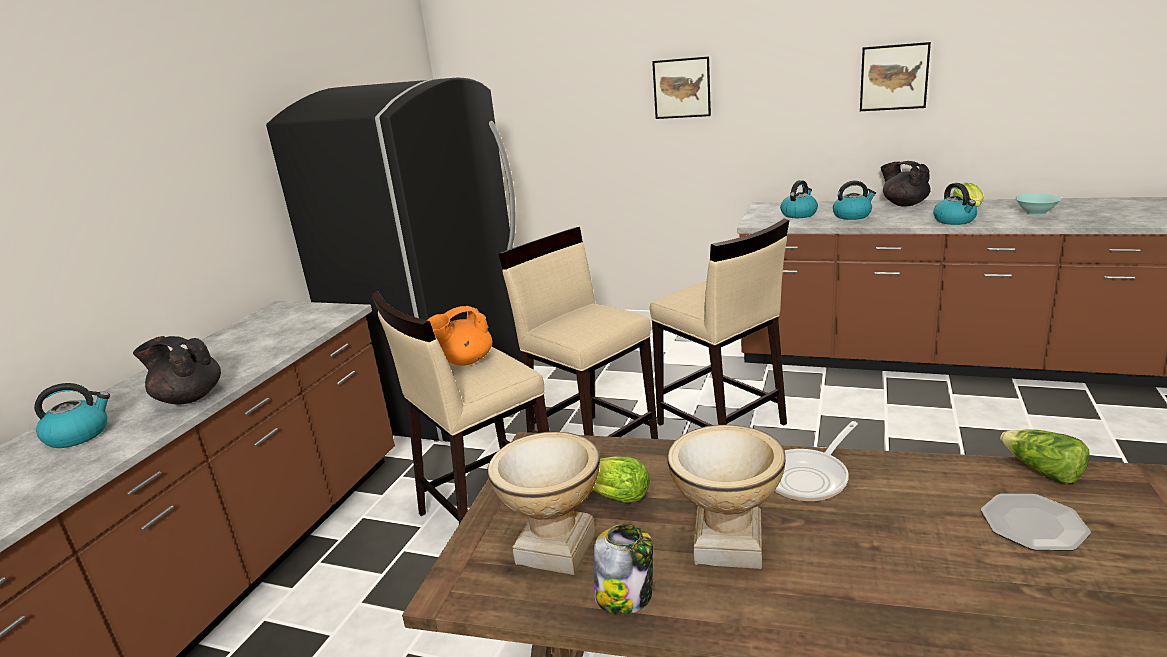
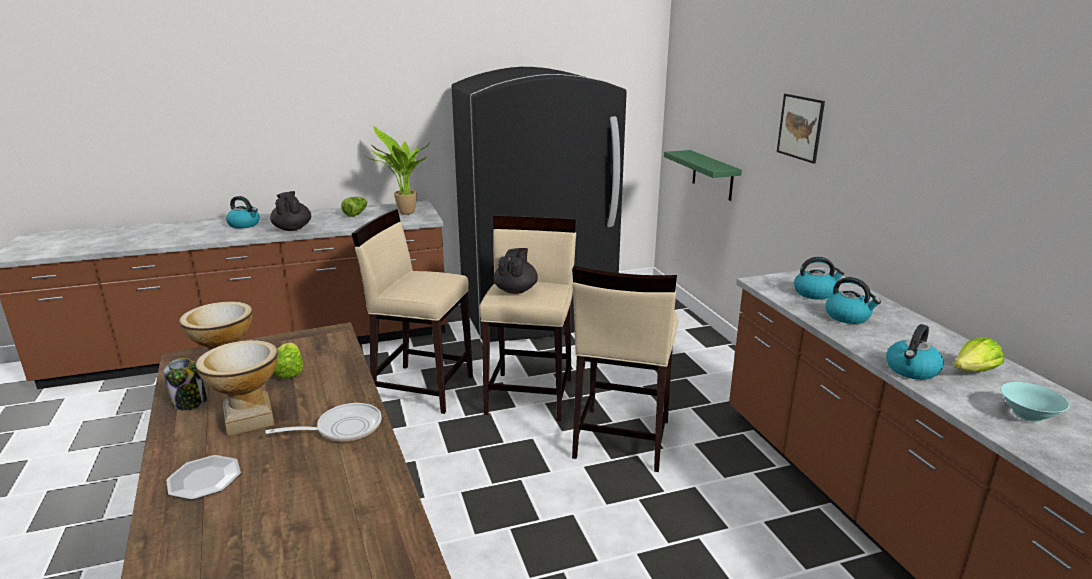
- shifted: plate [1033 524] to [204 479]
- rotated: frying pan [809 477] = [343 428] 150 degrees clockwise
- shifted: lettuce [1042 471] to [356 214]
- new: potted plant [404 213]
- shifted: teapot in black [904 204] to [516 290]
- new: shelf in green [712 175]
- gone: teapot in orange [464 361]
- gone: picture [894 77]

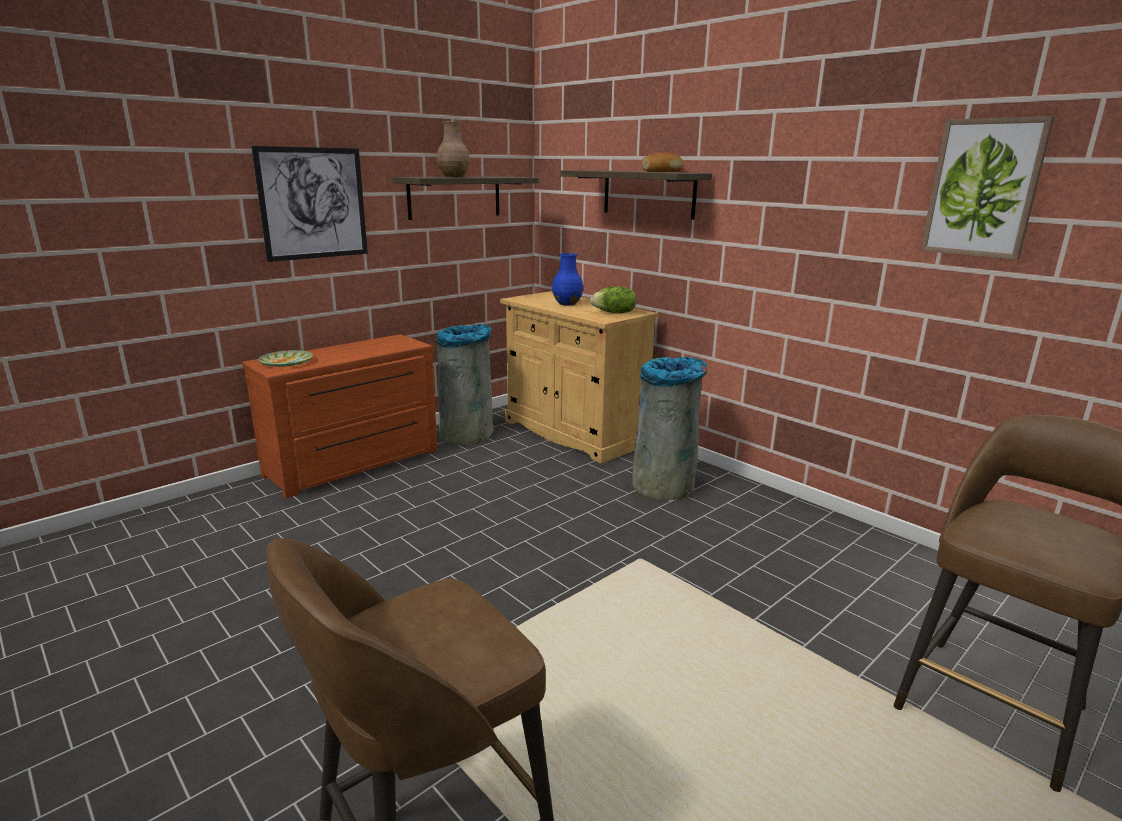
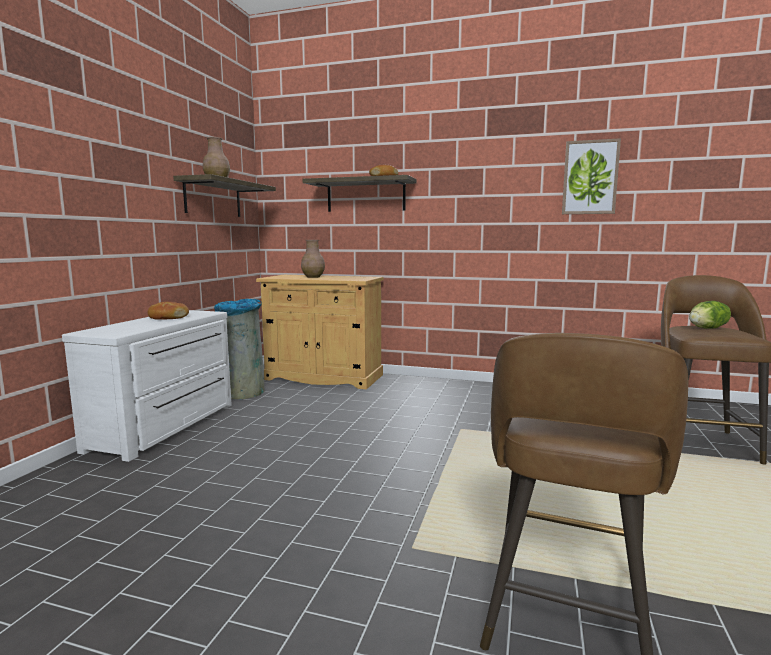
- repainted: dresser in brown [355 464] to dresser in white [167 426]
- new: bread [168 317]
- repainted: vase in blue [567 304] to vase in brown [313 277]
- shifted: lettuce [614 313] to [708 328]
- gone: picture [313 203]
- gone: plate [286 362]
- gone: trash can in grey [664 484]

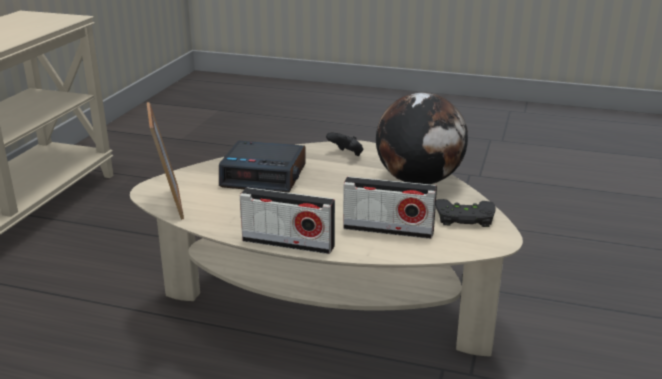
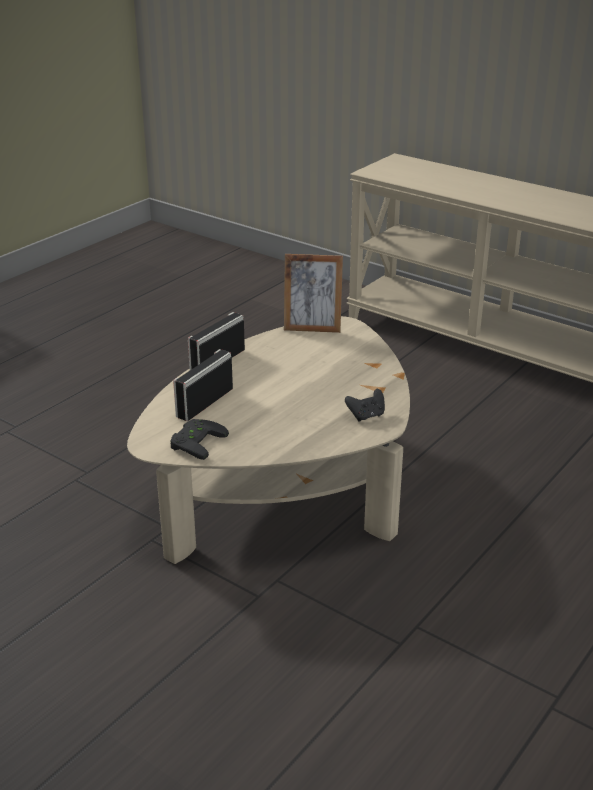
- gone: alarm clock [265 175]
- gone: globe [419 181]

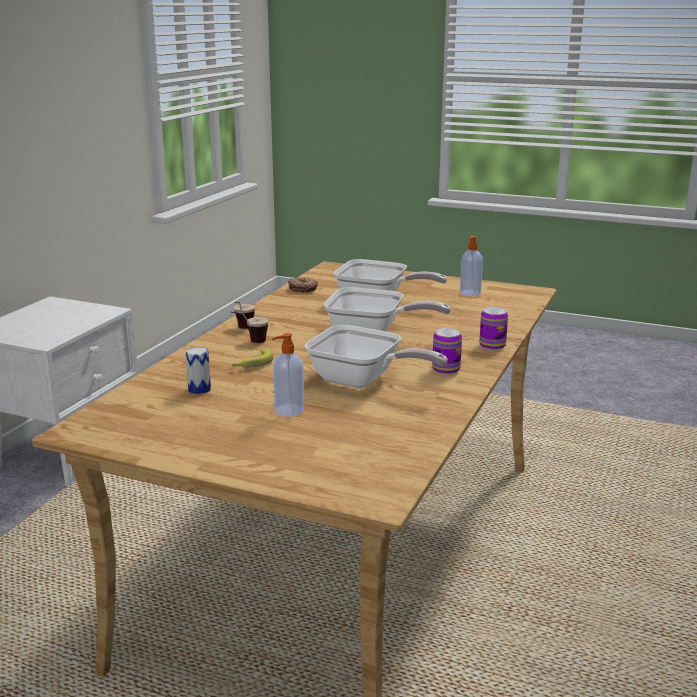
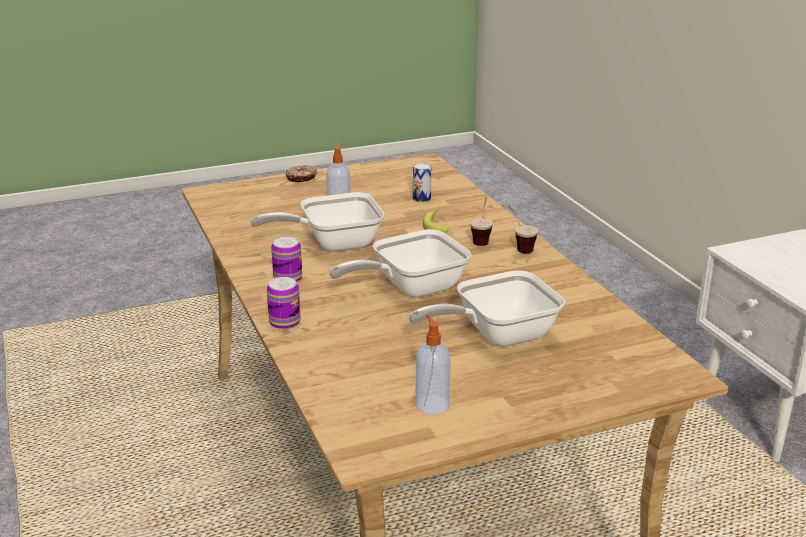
- shifted: donut [302 289] to [301 178]

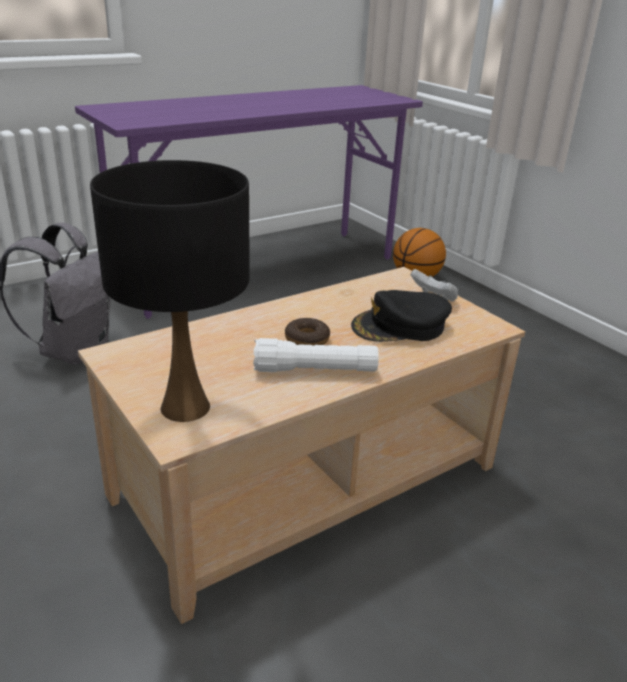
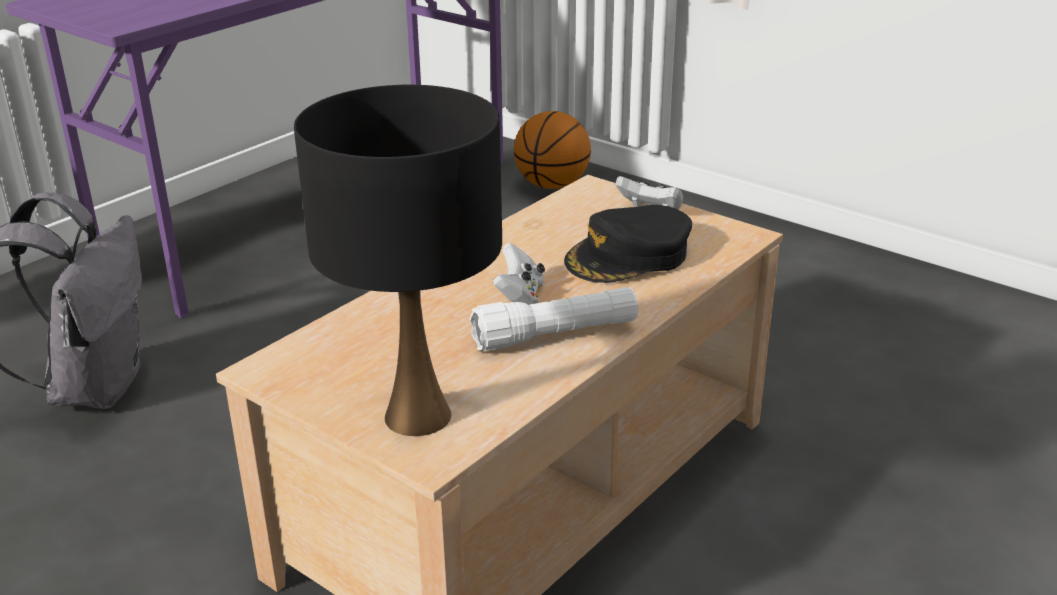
- swapped: donut [307 339] to game controller in white [520 297]

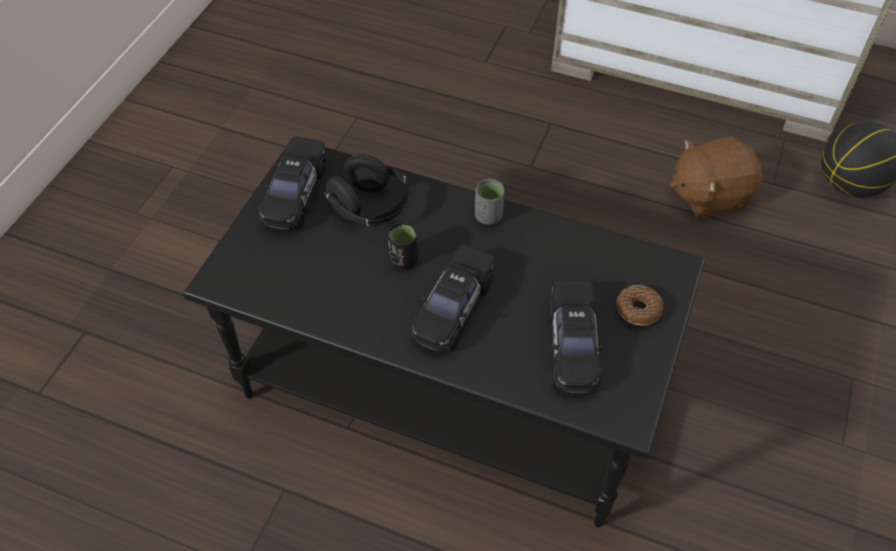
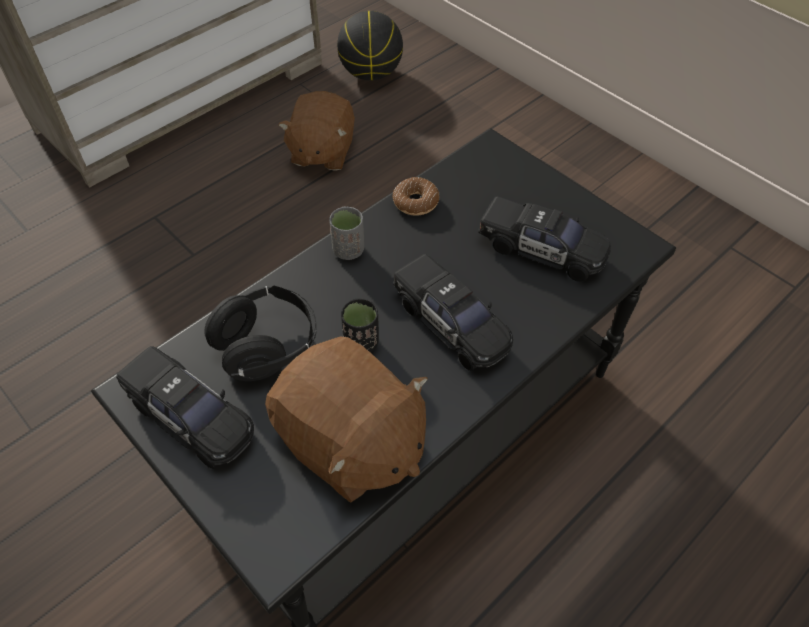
- new: plush toy in brown [350 443]
- shifted: donut [638 310] to [416 202]

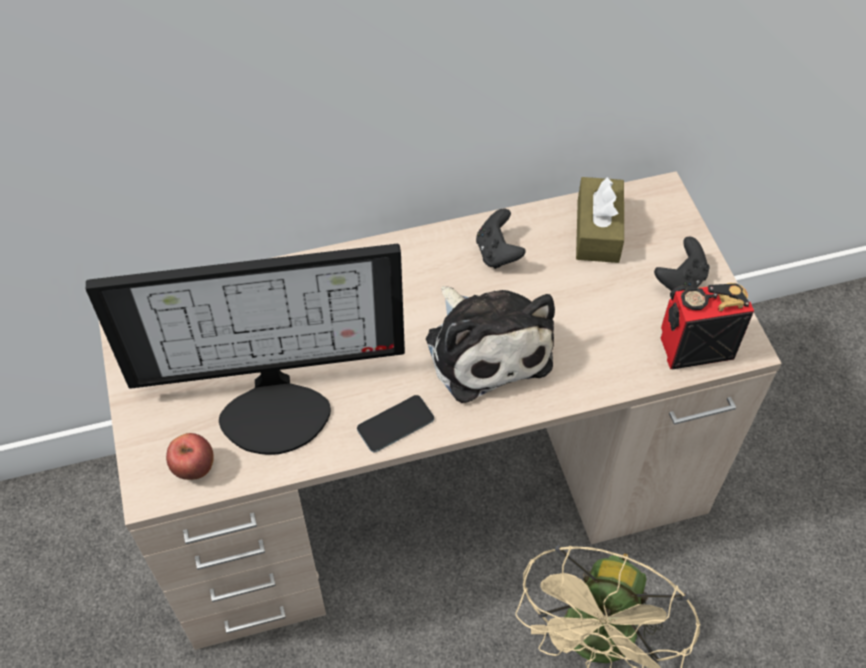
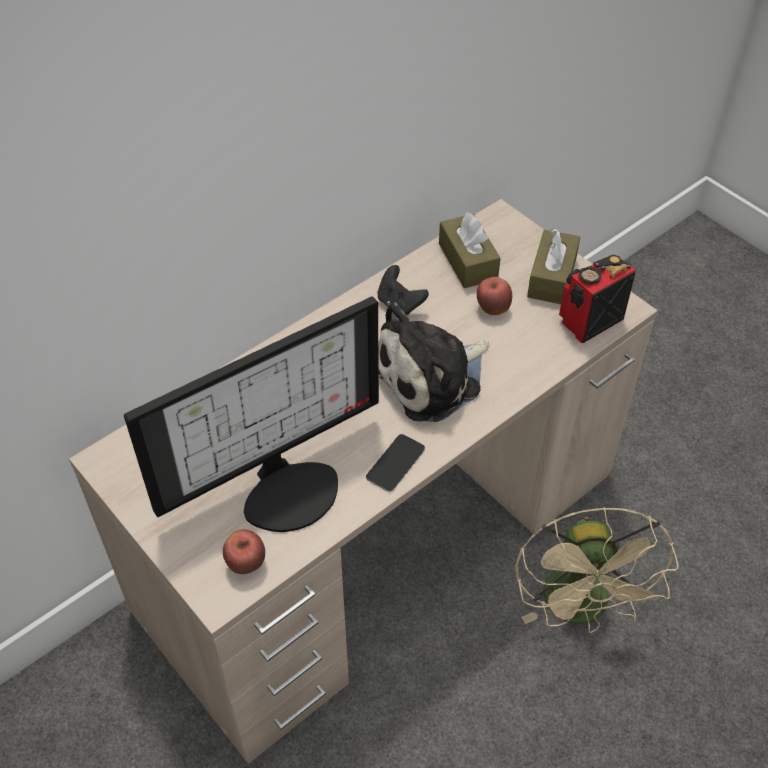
- rotated: plush toy [486 347] = [432 378] 105 degrees clockwise
- new: apple [492 309]
- swapped: game controller in black [680 281] to tissue box in brown [552 277]

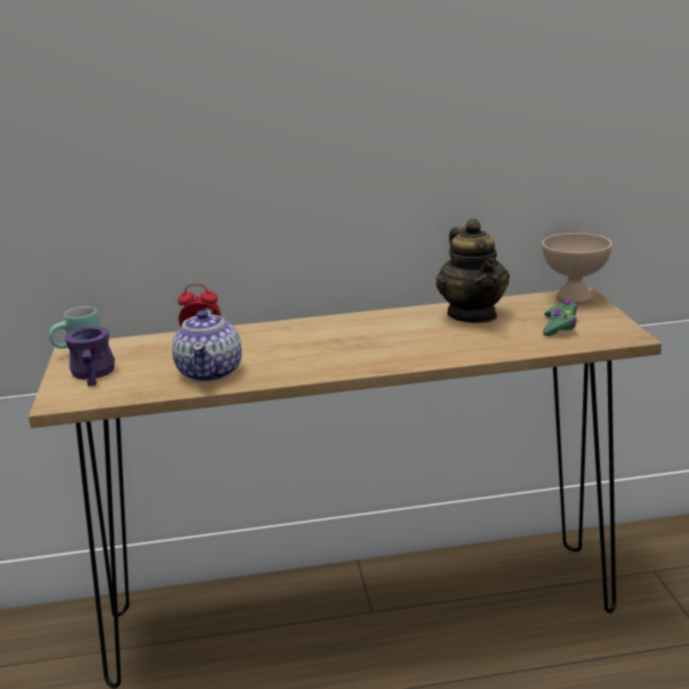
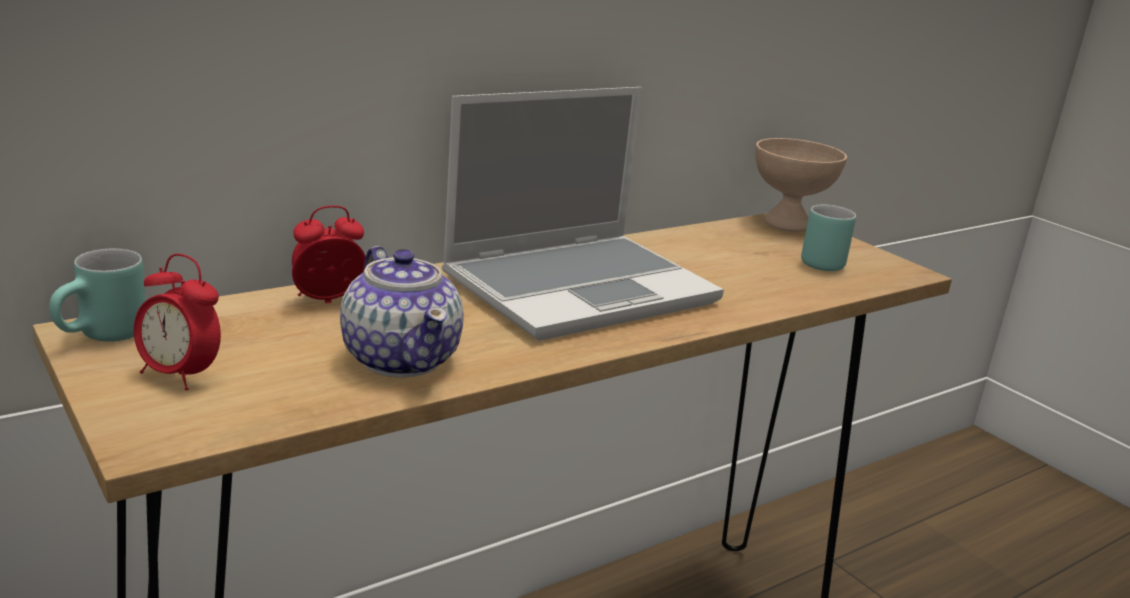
- swapped: mug in purple [96 373] to alarm clock [179 376]
- new: laptop [581 288]
- swapped: game controller in green [560 326] to mug in turquoise [817 261]
- gone: teapot [473 315]

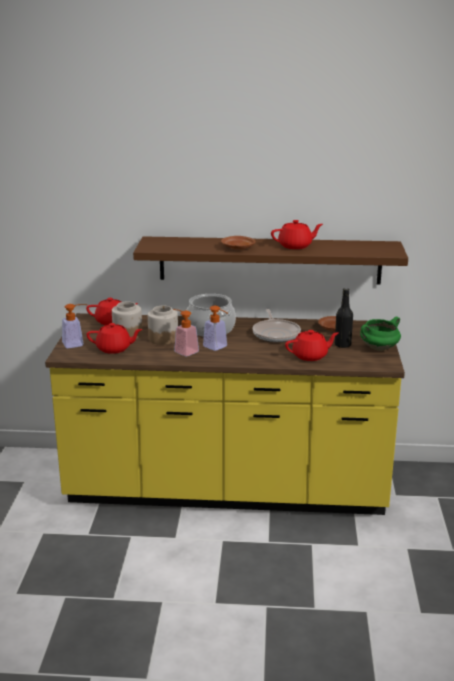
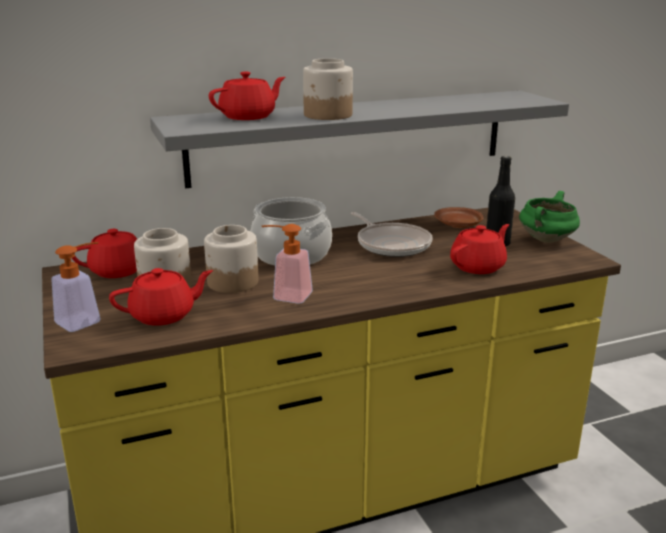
- repainted: shelf in brown [270 260] to shelf in grey [351 136]
- shifted: teapot in red [295 246] to [249 117]
- swapped: plate in brown [238 248] to jar [328 115]
- gone: soap dispenser [218 348]

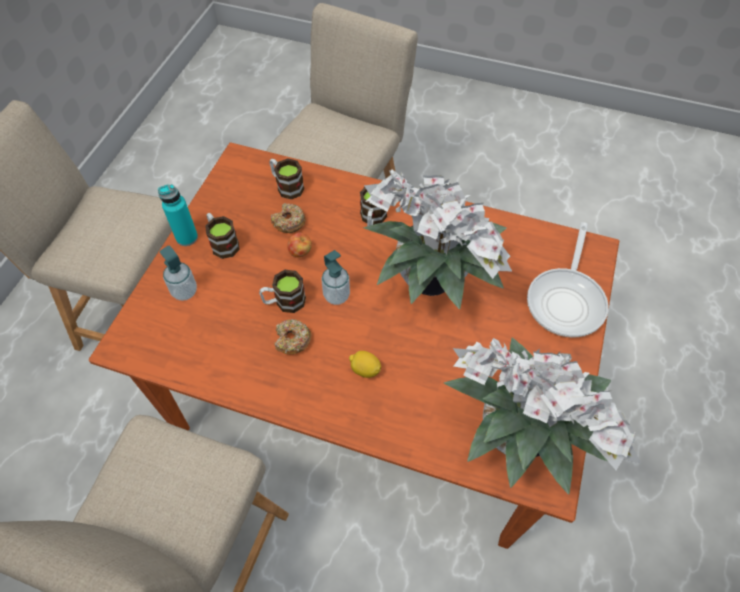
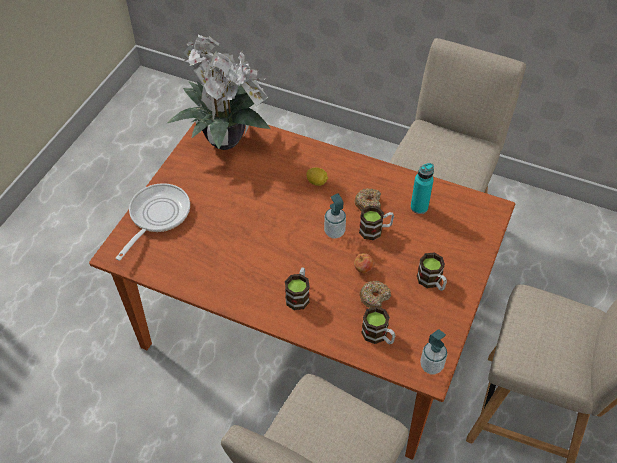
- shifted: bottle in turquoise [187 237] to [419 207]
- shifted: soap dispenser [184 291] to [431 366]
- gone: potted plant [433 286]

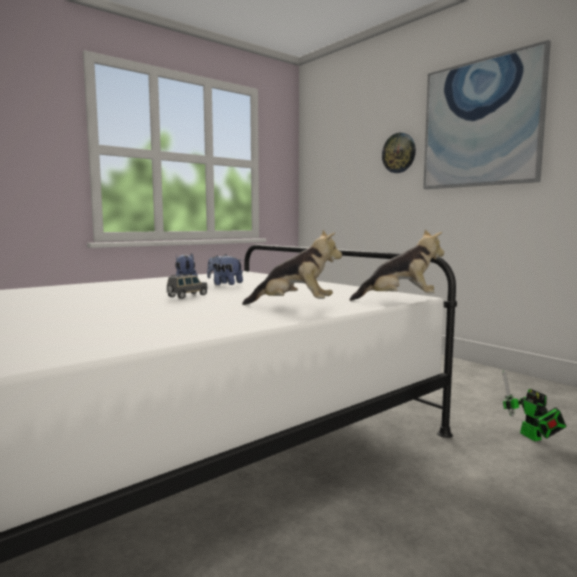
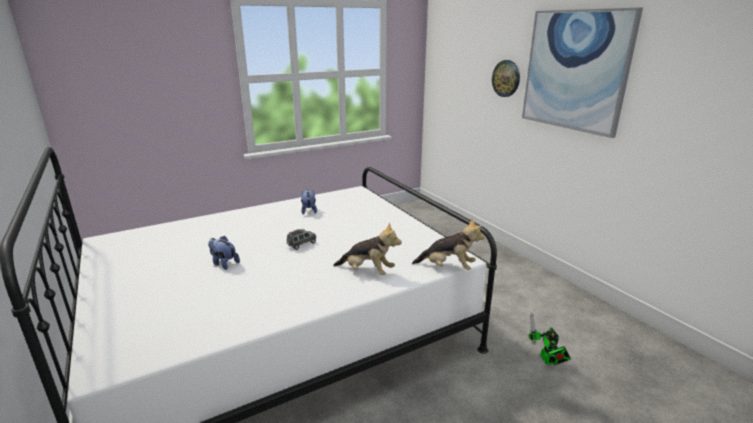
- shifted: plush toy [224 284] to [224 263]

